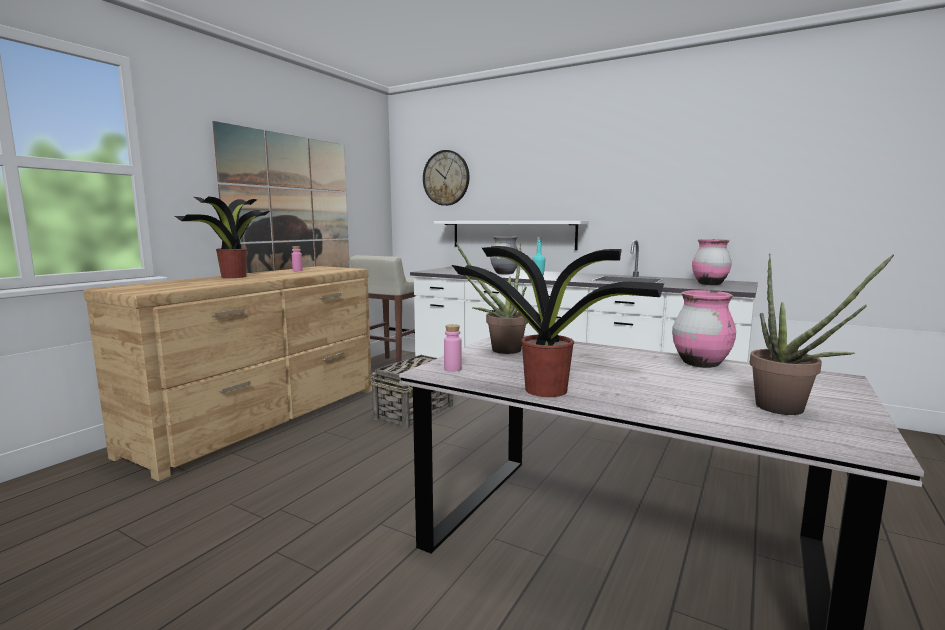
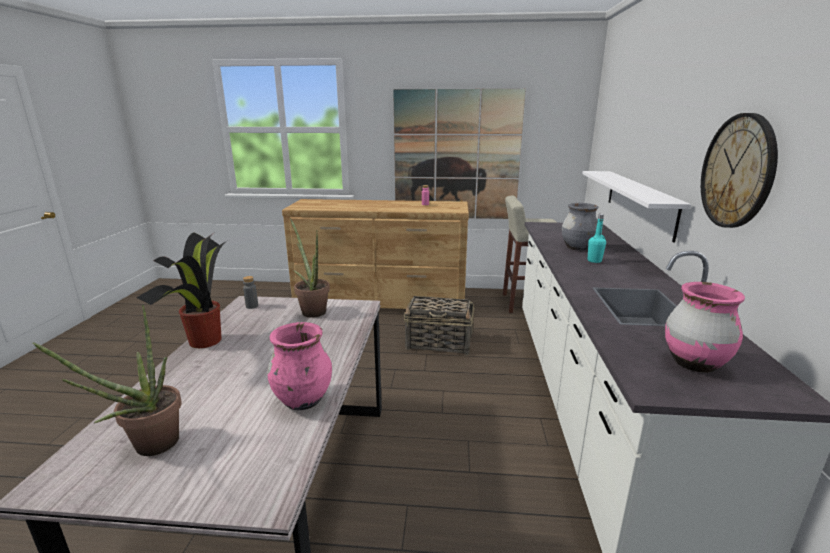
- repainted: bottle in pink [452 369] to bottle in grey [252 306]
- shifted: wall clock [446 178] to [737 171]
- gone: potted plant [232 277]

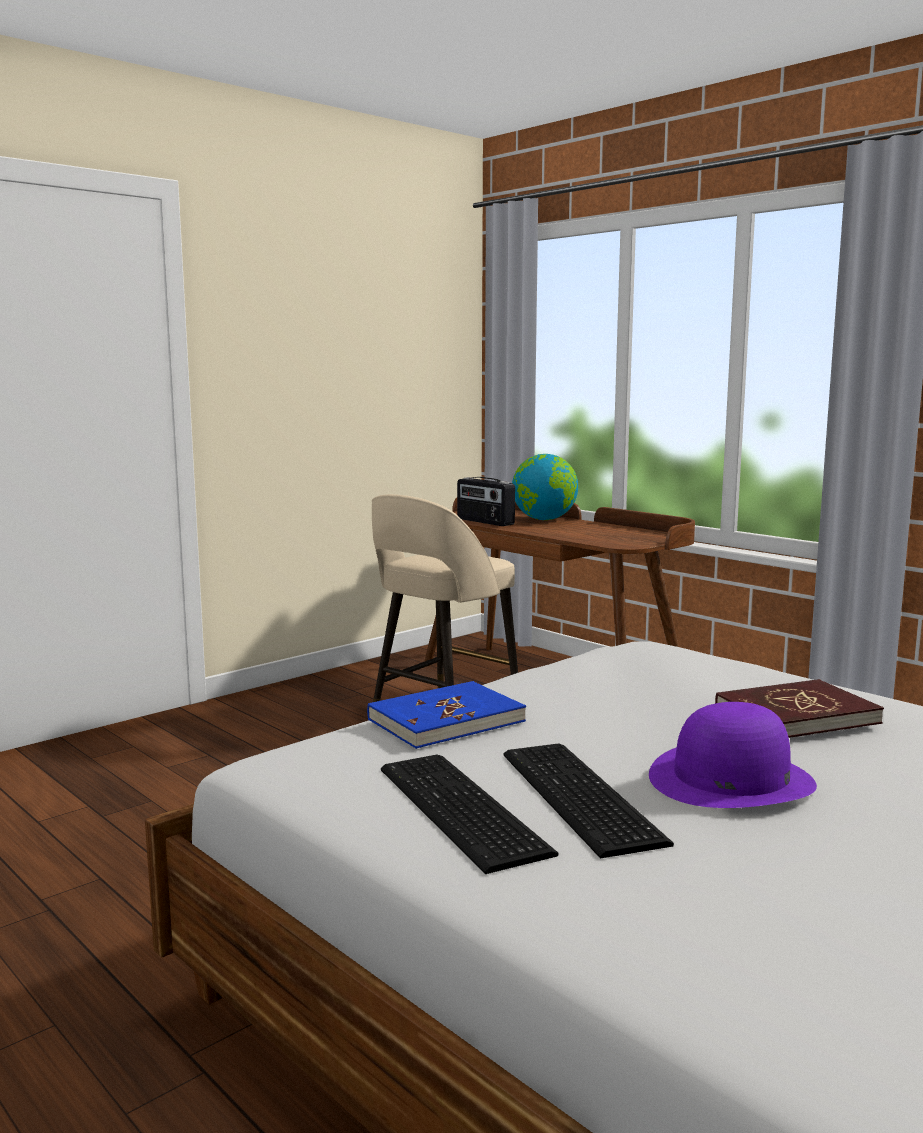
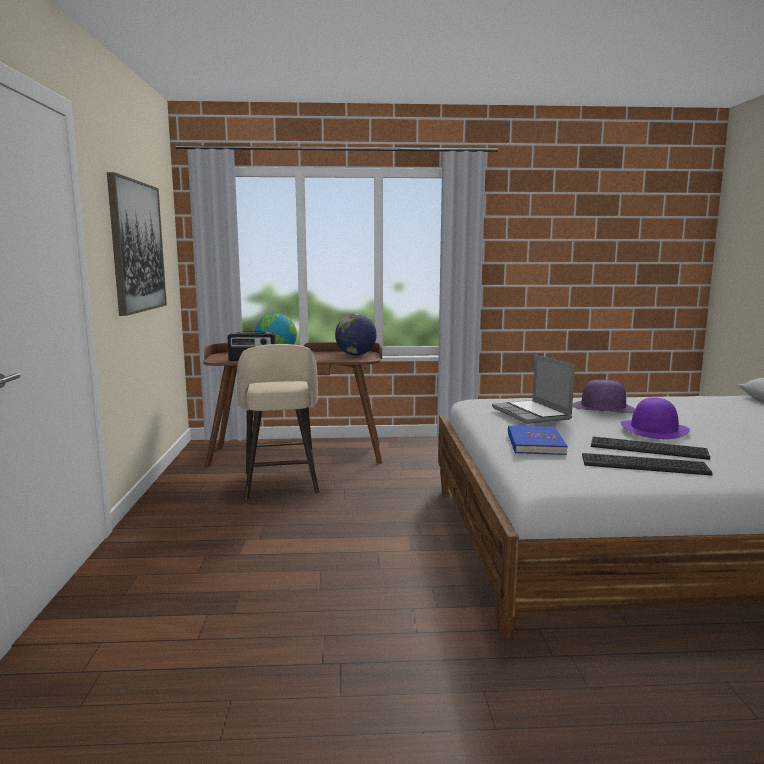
- new: picture [137 246]
- new: globe [356 355]
- new: laptop [532 414]
- swapped: book in red [796 715] to hat in purple [603 407]

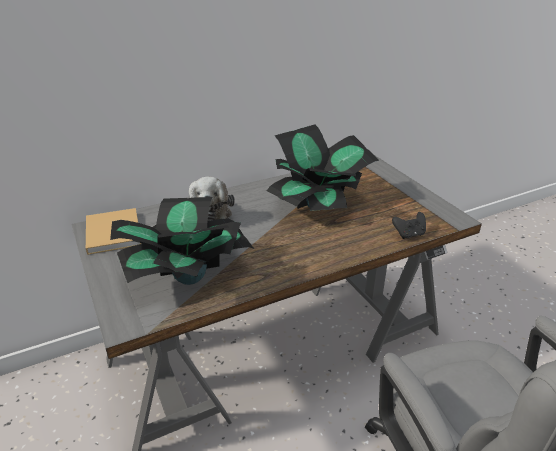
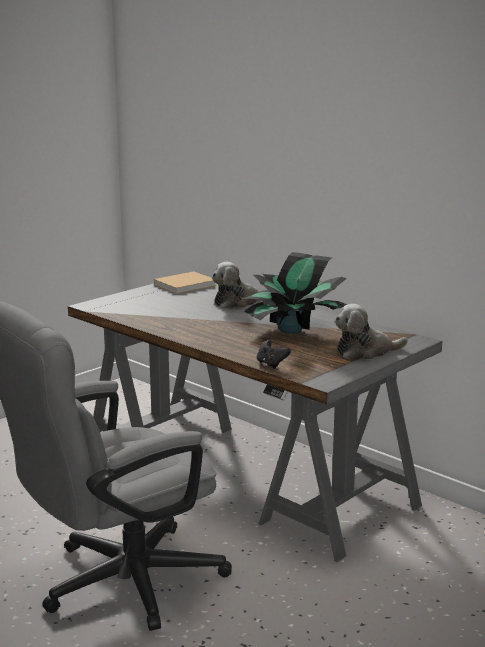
- new: plush toy [366 352]
- gone: potted plant [188 277]

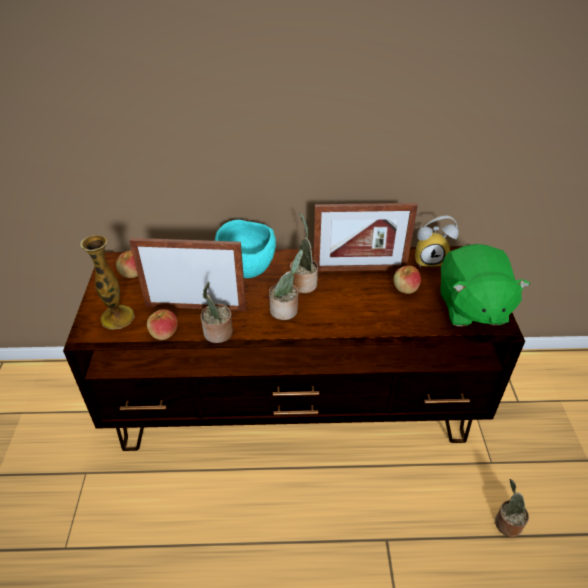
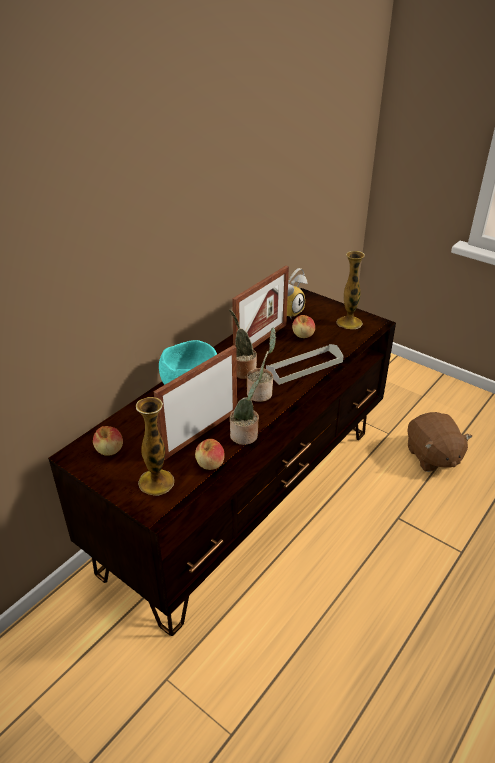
- new: tray in grey [304 367]
- swapped: plush toy in green [471 307] to vase [349 323]
- swapped: potted plant [506 523] to plush toy in brown [432 456]

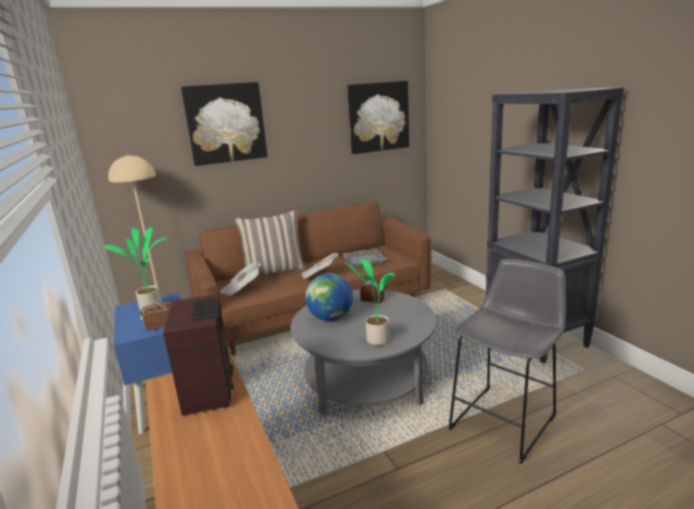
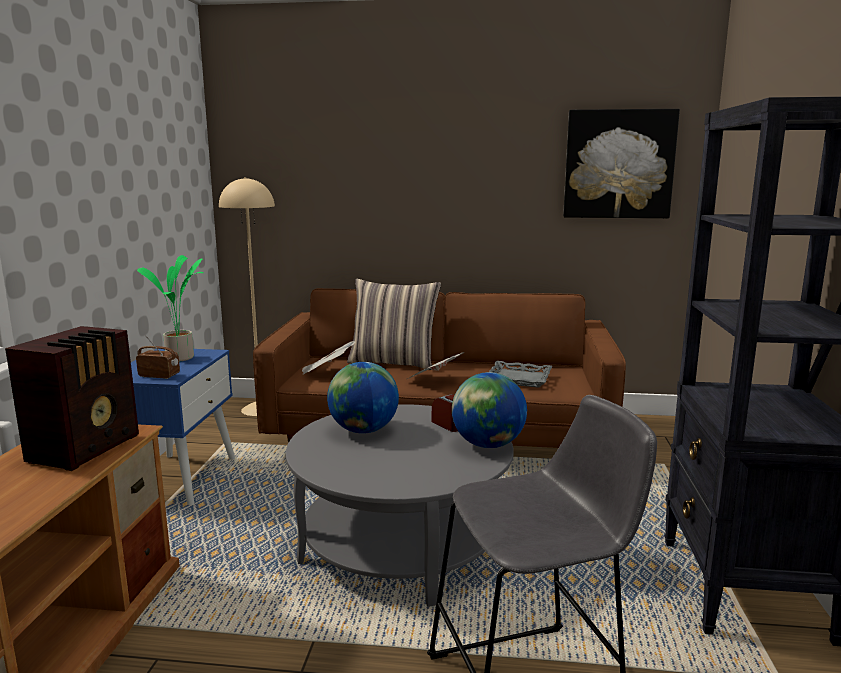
- new: globe [488 445]
- gone: picture [225 123]
- gone: potted plant [376 340]

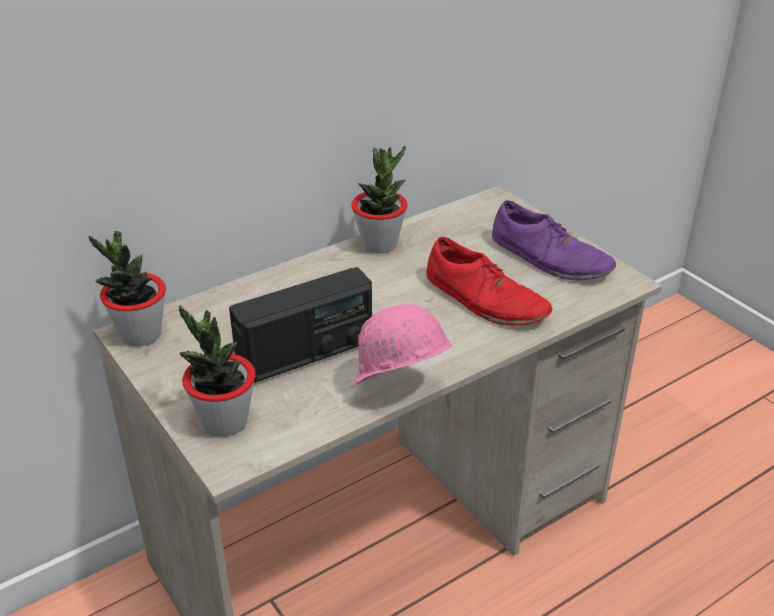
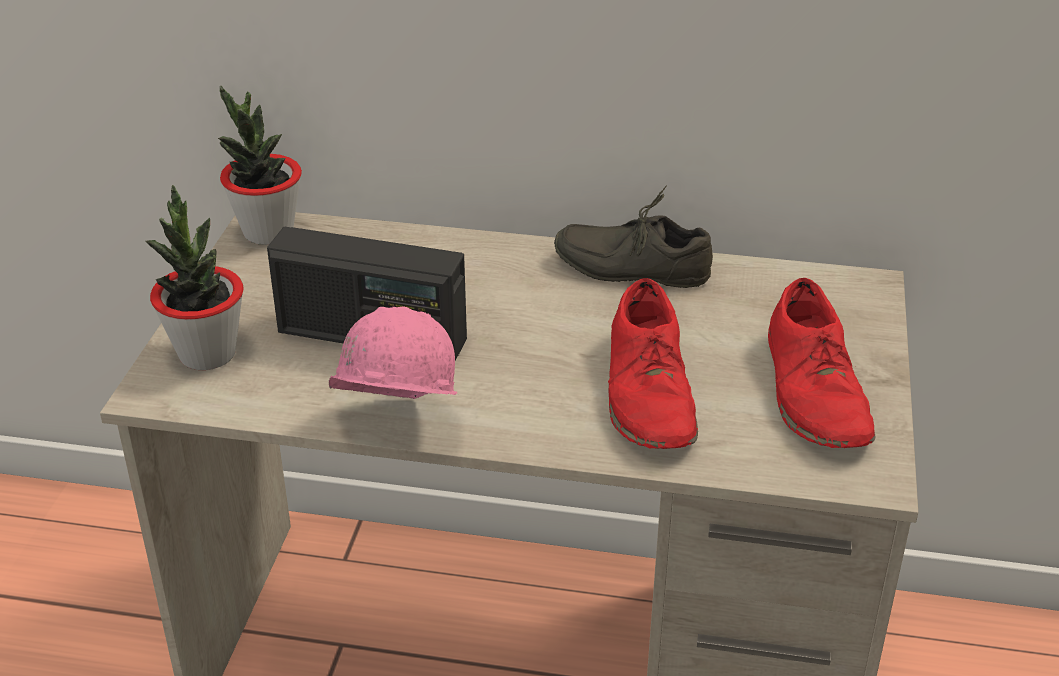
- swapped: potted plant [379 244] to shoe in grey [632 266]
- repainted: shoe in purple [550 258] to shoe in red [815 391]

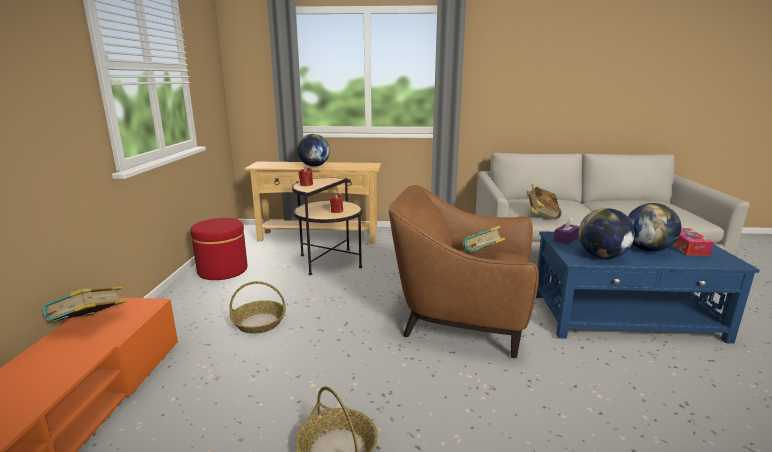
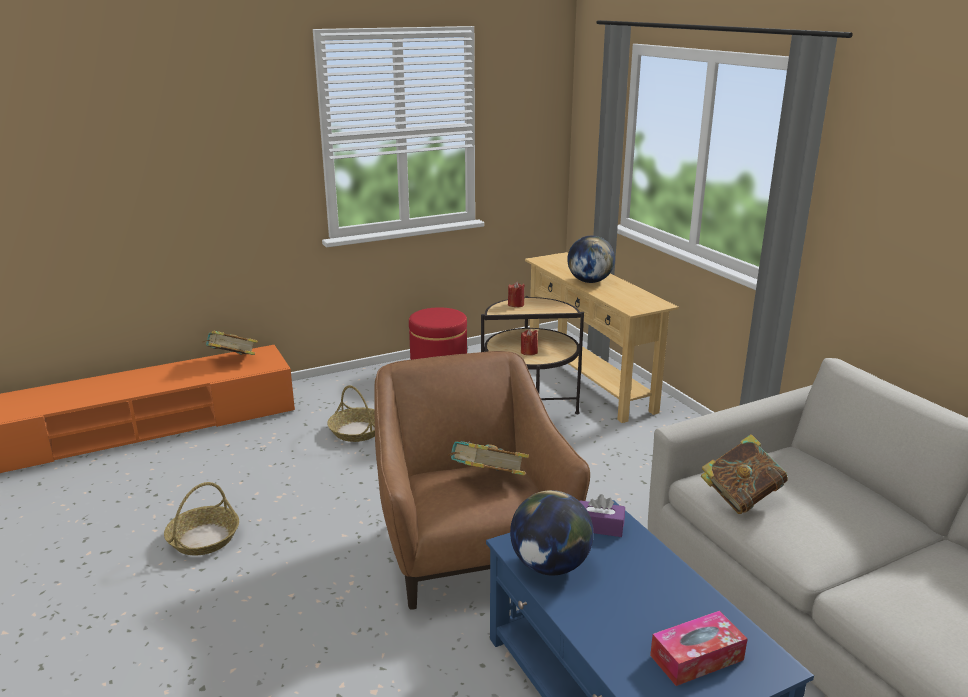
- gone: globe [647 249]

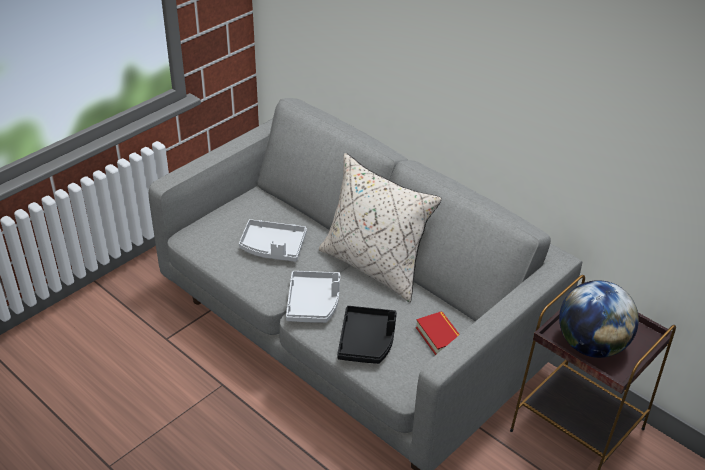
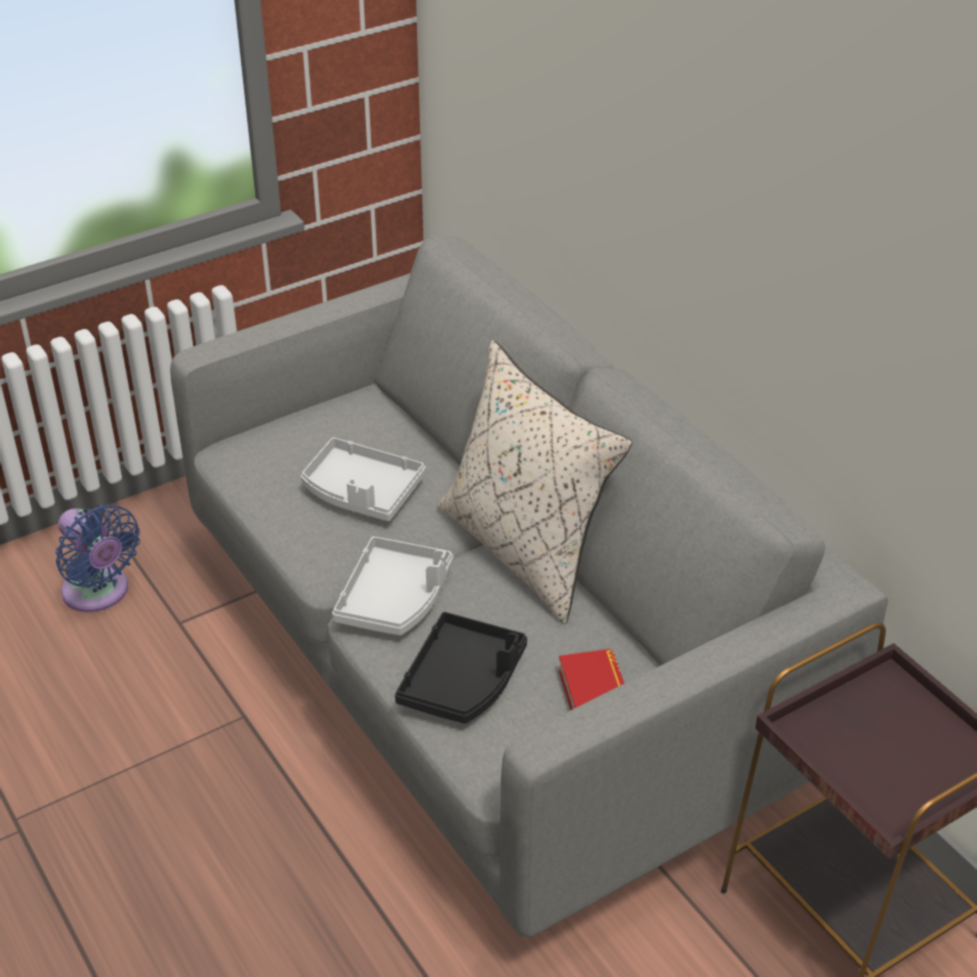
- new: fan in blue [99 593]
- gone: globe [591 345]

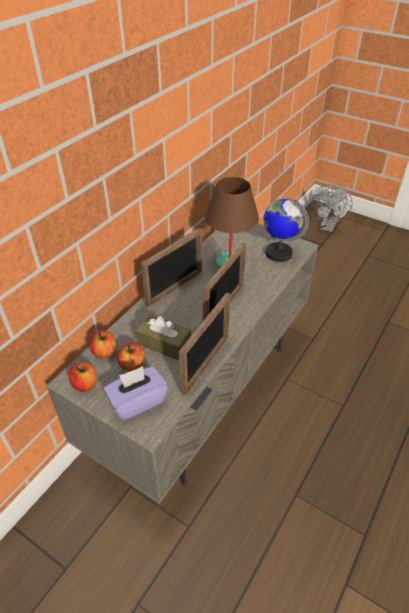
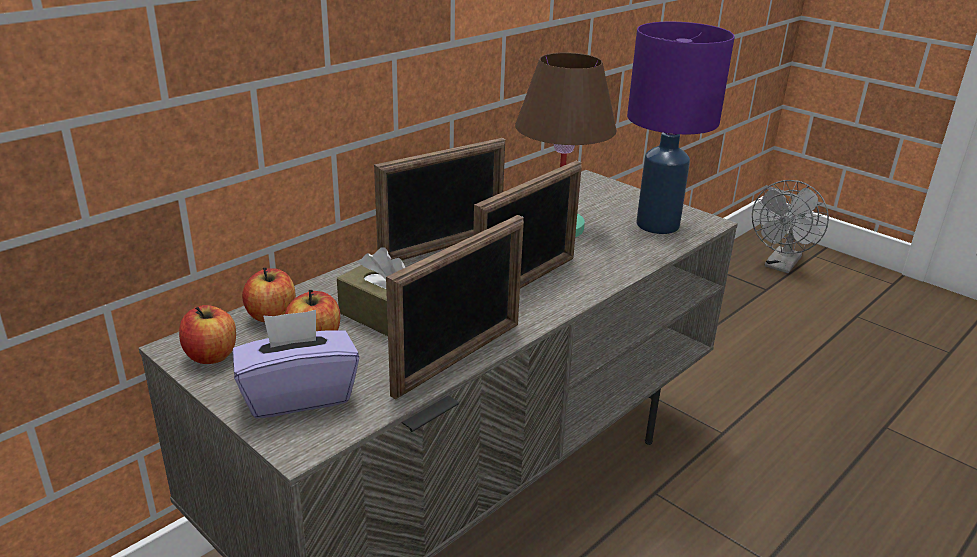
- swapped: globe [278 253] to table lamp in purple [656 225]

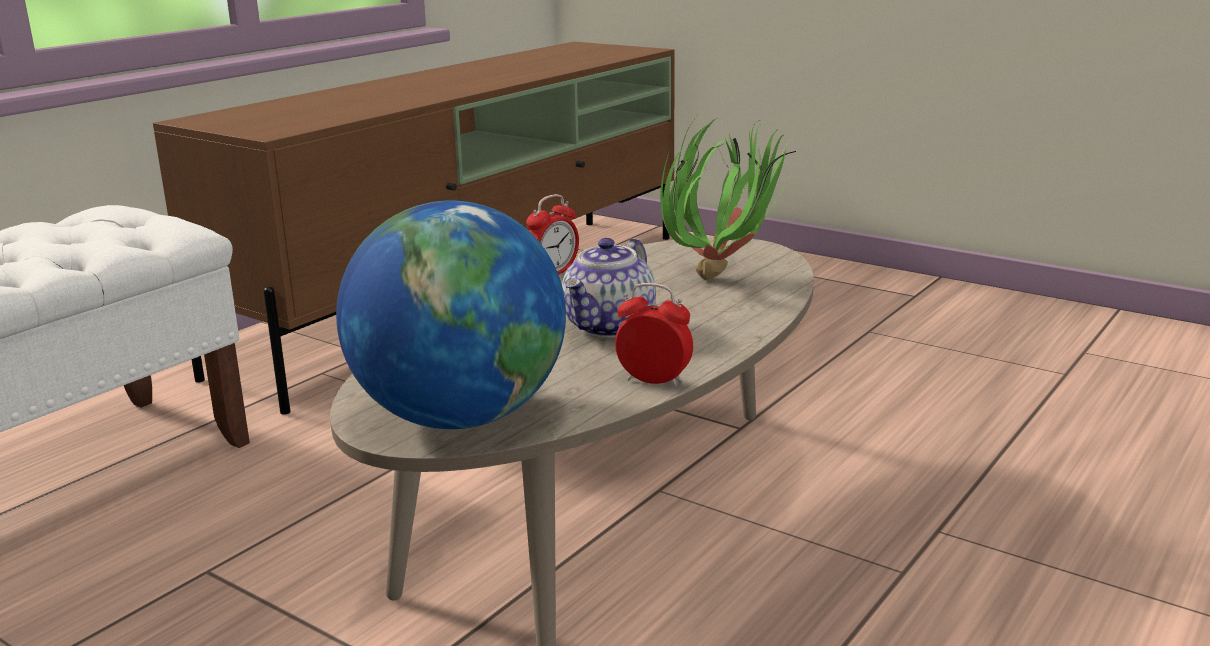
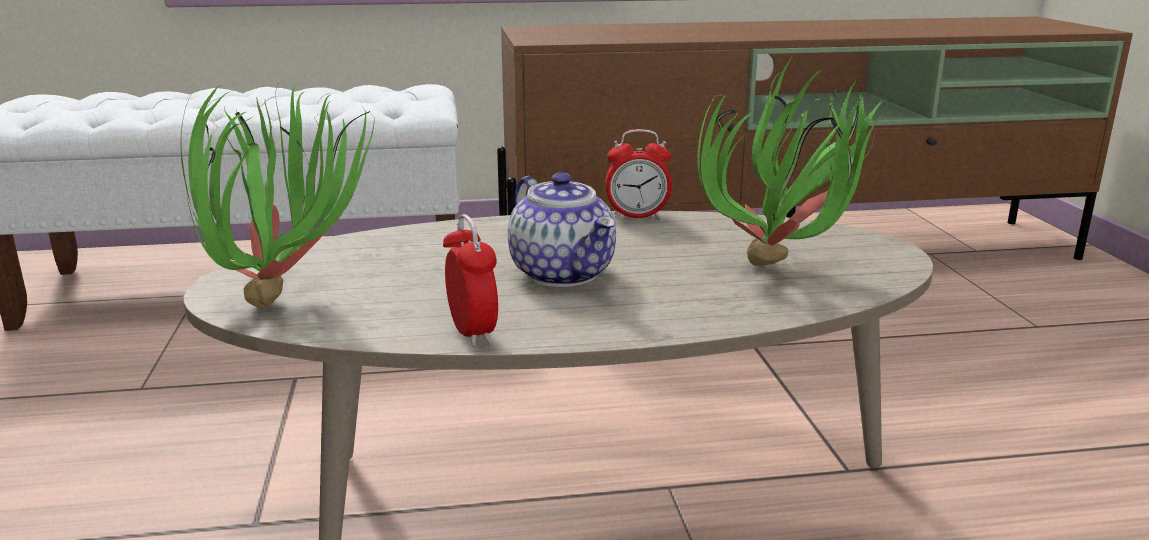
- swapped: globe [459 417] to potted plant [283 296]
- rotated: teapot [610 327] = [564 274] 105 degrees counterclockwise

